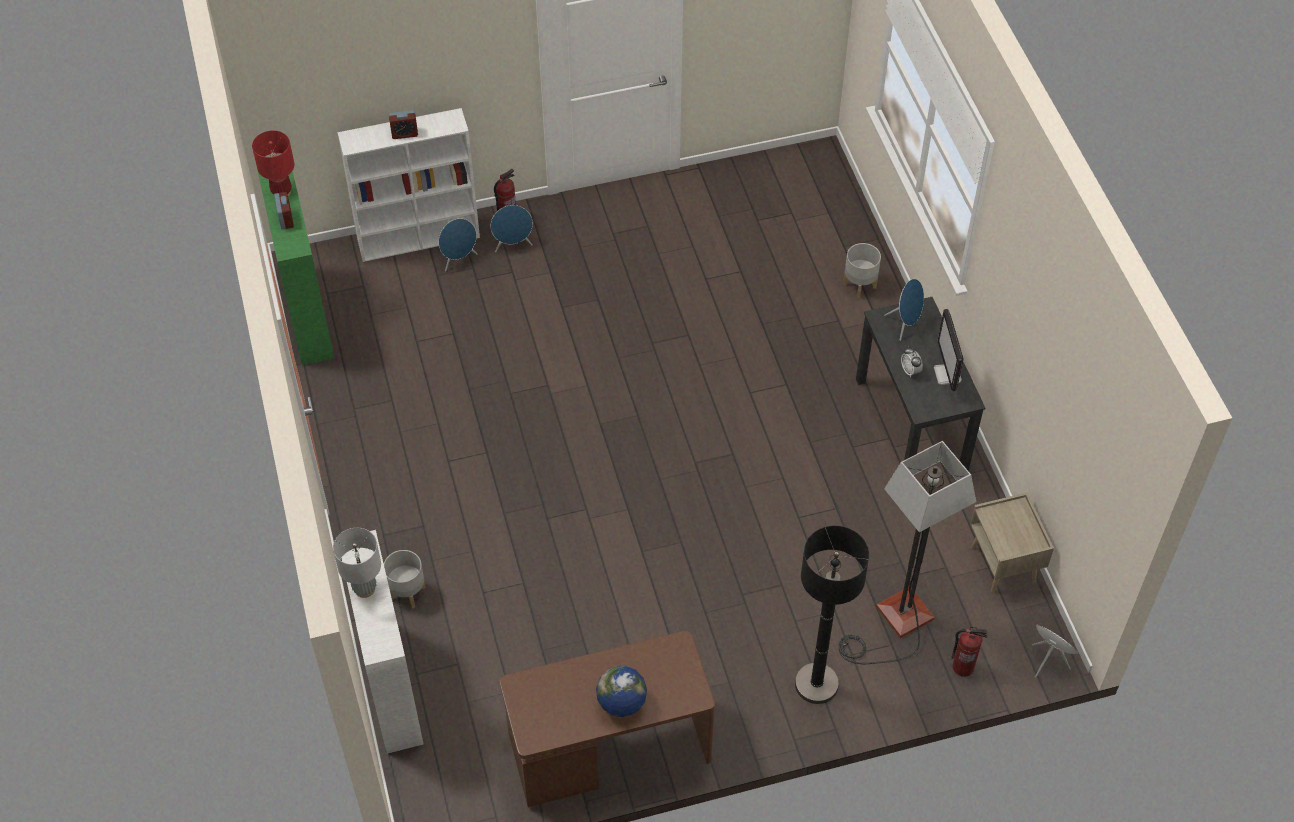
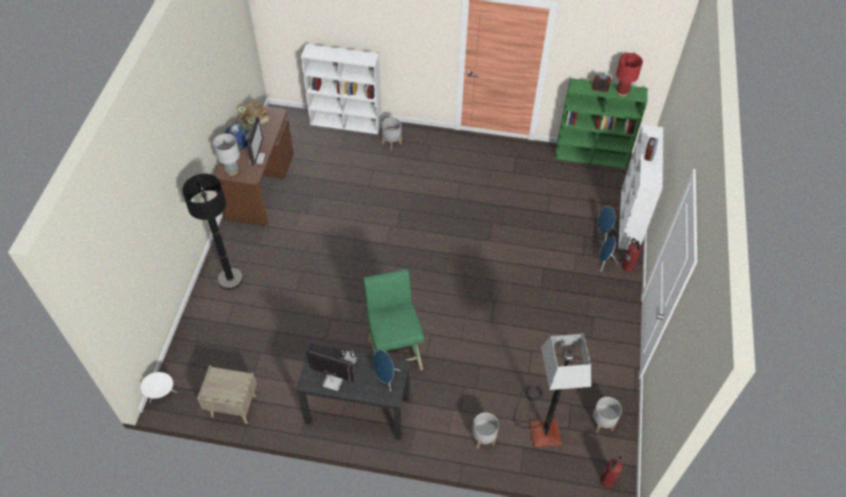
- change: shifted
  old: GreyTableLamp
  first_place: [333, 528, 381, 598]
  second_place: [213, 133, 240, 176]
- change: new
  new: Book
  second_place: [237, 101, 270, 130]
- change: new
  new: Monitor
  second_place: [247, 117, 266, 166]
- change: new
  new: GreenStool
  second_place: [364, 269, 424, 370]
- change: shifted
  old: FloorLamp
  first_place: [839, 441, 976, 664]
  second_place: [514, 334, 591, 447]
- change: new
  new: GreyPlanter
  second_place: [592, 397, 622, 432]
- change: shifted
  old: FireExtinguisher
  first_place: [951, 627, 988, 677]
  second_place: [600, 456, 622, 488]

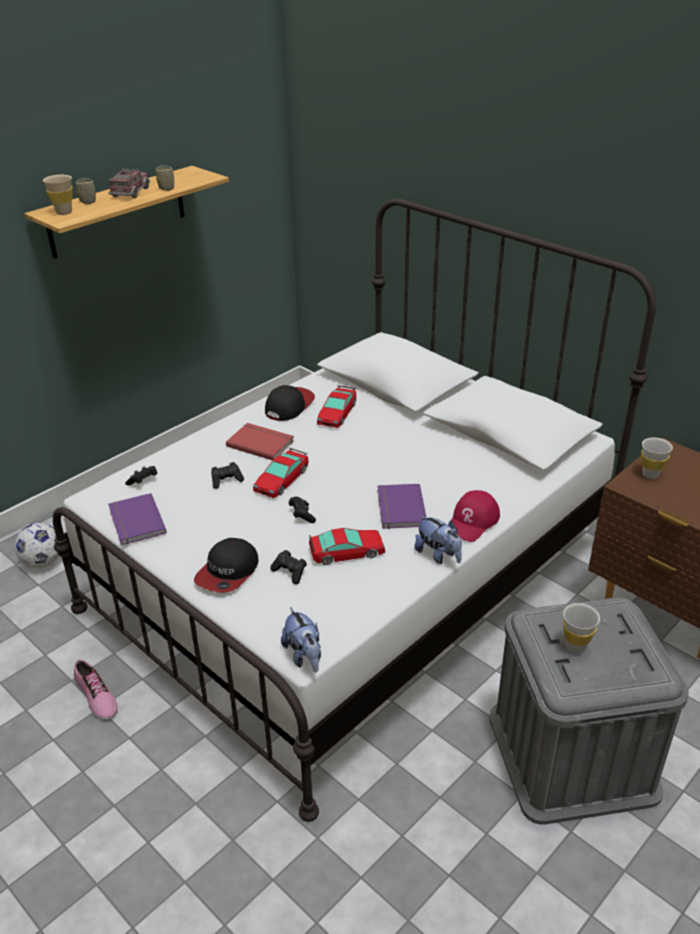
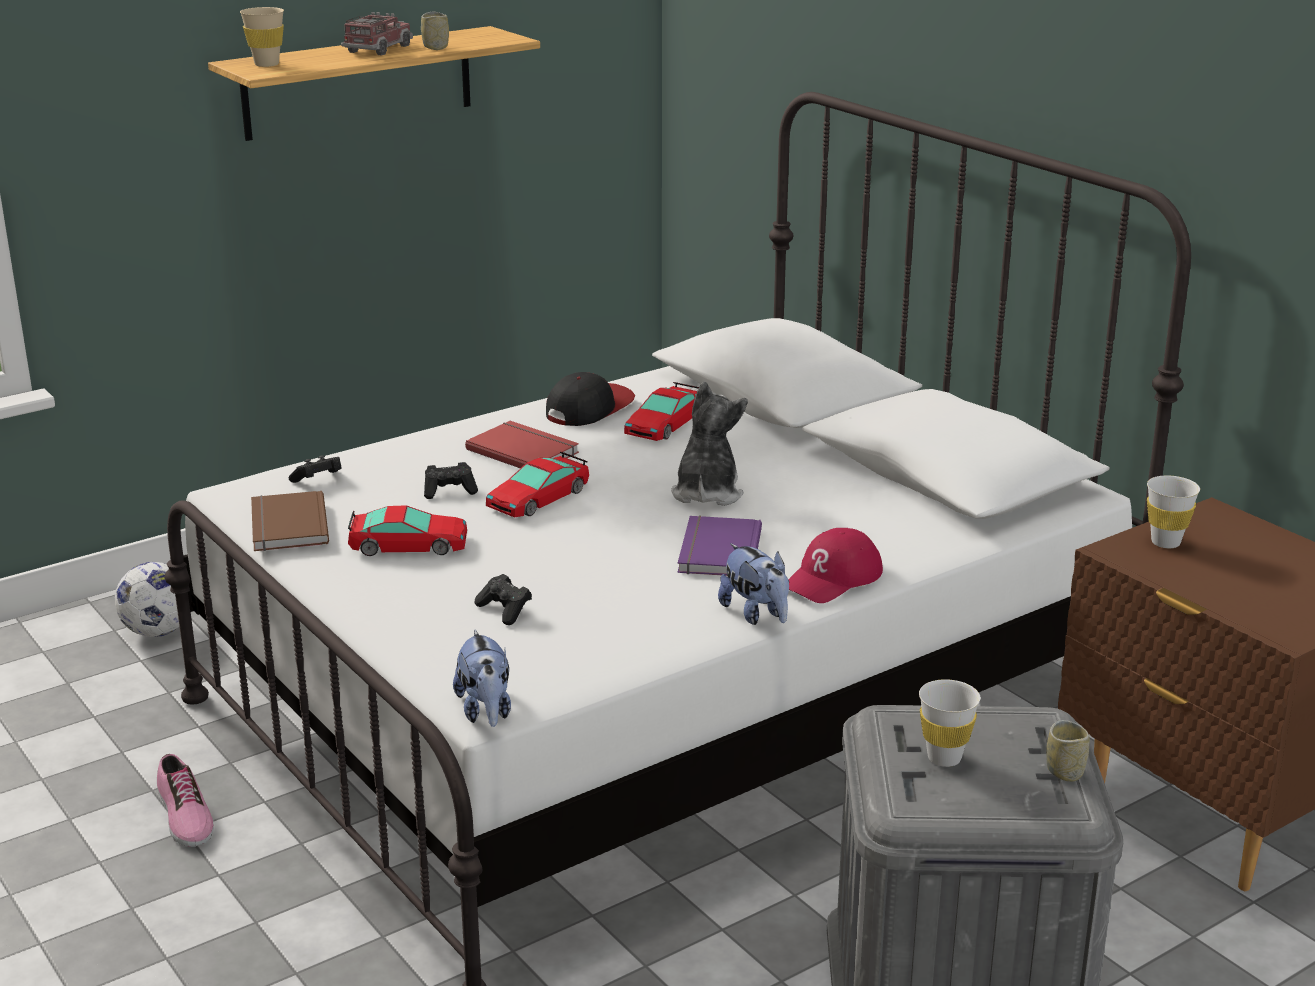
- change: repainted
  old: PurpleBook
  new: BrownBook
  first_place: [108, 493, 167, 546]
  second_place: [251, 491, 329, 551]
- change: shifted
  old: ToyCar
  first_place: [309, 528, 385, 565]
  second_place: [348, 505, 467, 556]
- change: new
  new: PlushToy
  second_place: [671, 381, 748, 506]
- change: shifted
  old: Cup
  first_place: [76, 178, 96, 204]
  second_place: [1046, 720, 1089, 782]
- change: gone
  old: Cap
  first_place: [194, 538, 259, 593]
- change: gone
  old: BlackGameController
  first_place: [289, 497, 316, 523]

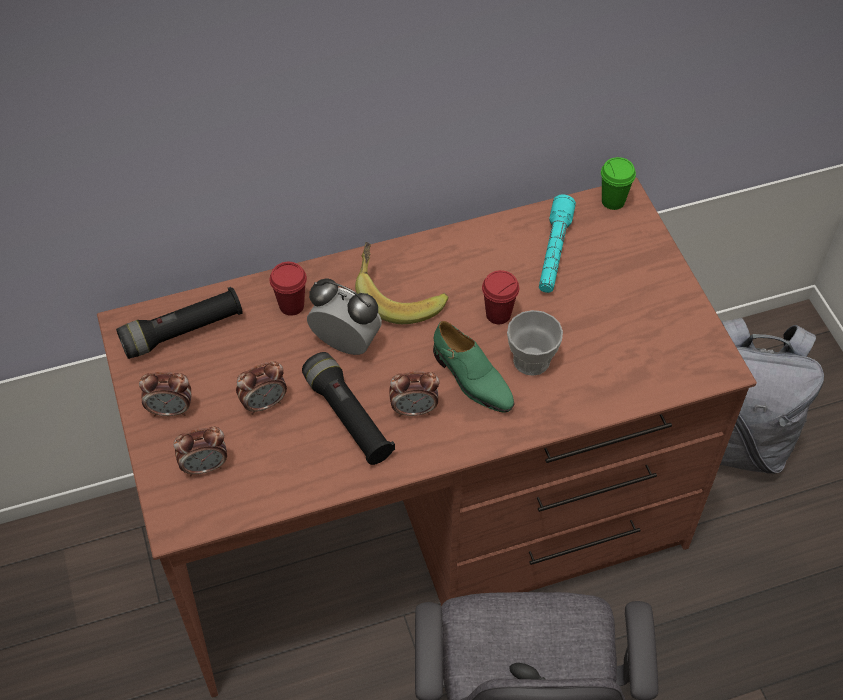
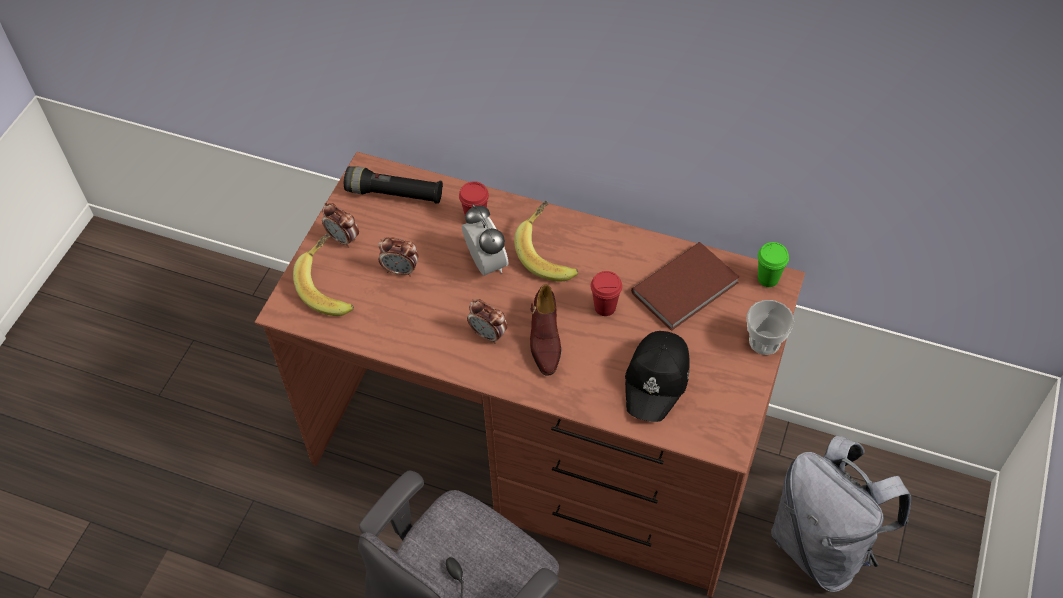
- change: swapped
  old: AlarmClock
  new: Banana
  first_place: [174, 427, 227, 477]
  second_place: [293, 233, 354, 316]
- change: repainted
  old: GreenShoe
  new: BrownShoe
  first_place: [433, 321, 515, 413]
  second_place: [530, 284, 561, 376]
- change: new
  new: BlackCap
  second_place: [625, 331, 690, 422]
- change: swapped
  old: TurquoiseFlashlight
  new: BrownBook
  first_place: [539, 195, 576, 293]
  second_place: [631, 242, 739, 331]
- change: shifted
  old: Cup
  first_place: [507, 310, 563, 376]
  second_place: [747, 300, 794, 355]
- change: gone
  old: BlackFlashlight
  first_place: [302, 352, 395, 465]

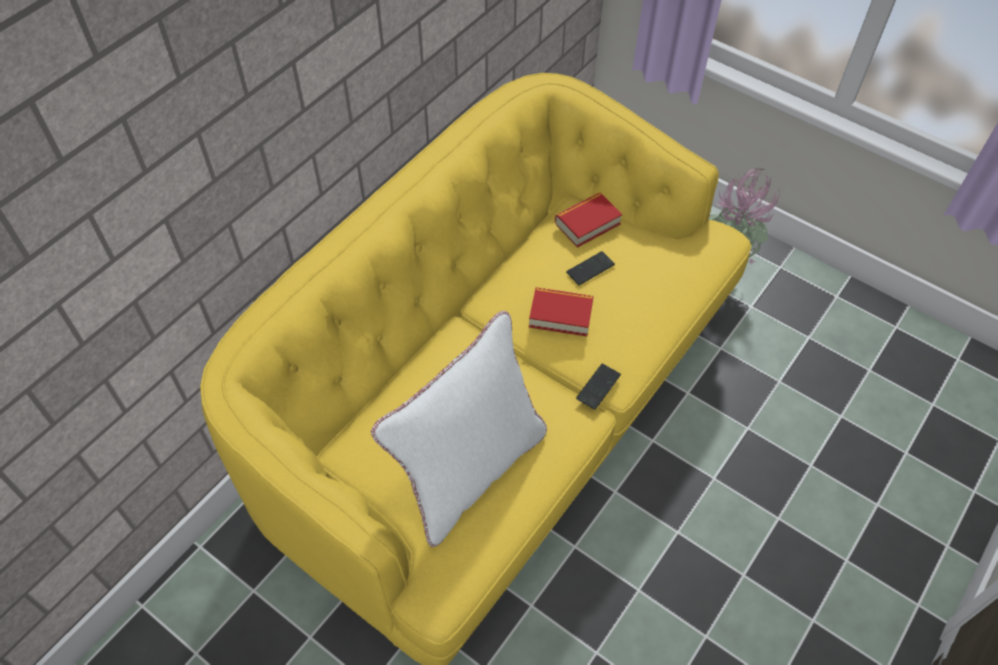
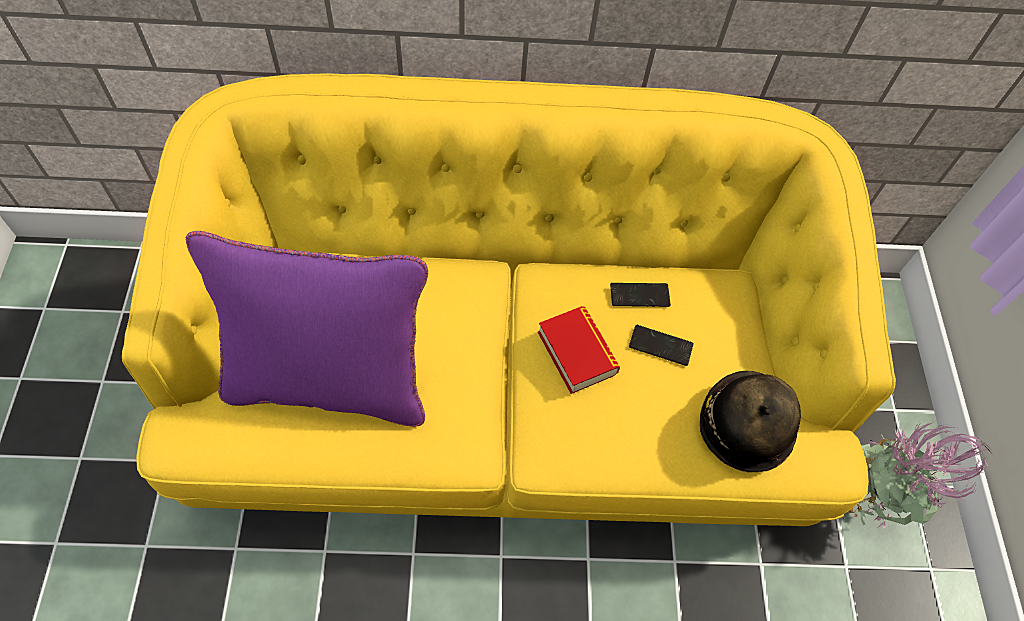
- change: repainted
  old: WhitePillow
  new: PurplePillow
  first_place: [371, 311, 547, 547]
  second_place: [186, 231, 428, 427]
- change: shifted
  old: Phone
  first_place: [576, 364, 621, 410]
  second_place: [610, 283, 671, 307]
- change: new
  new: Hat
  second_place: [700, 371, 801, 472]
- change: gone
  old: Book
  first_place: [555, 193, 622, 248]

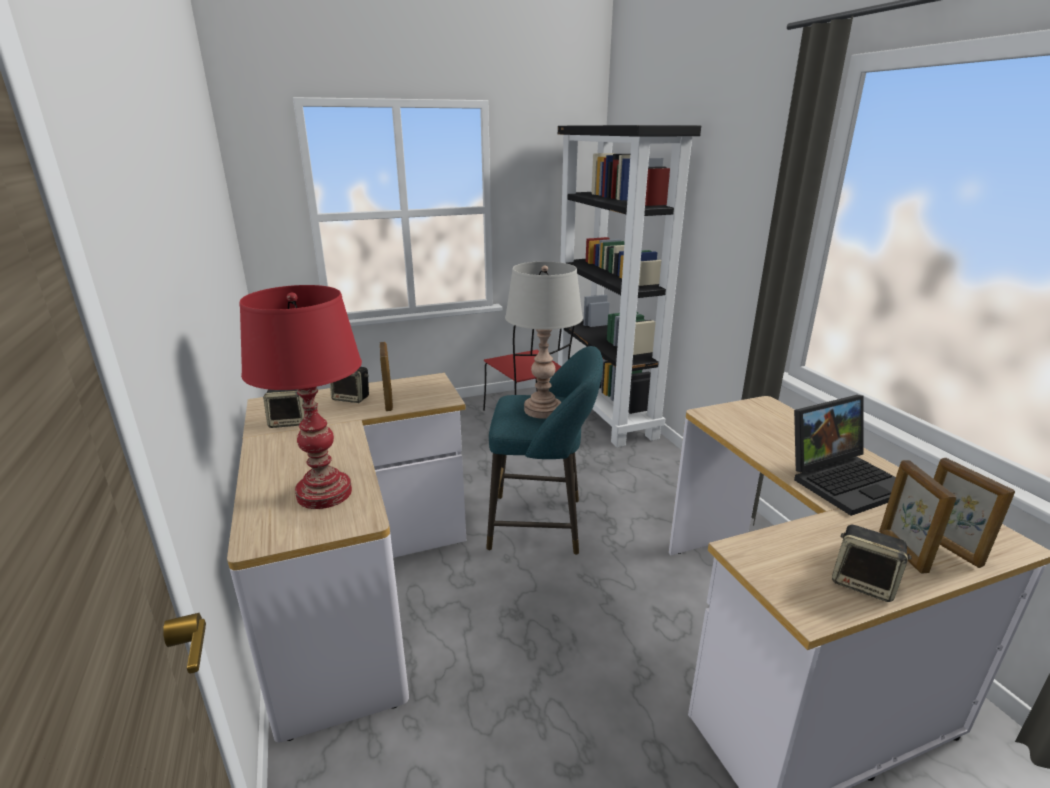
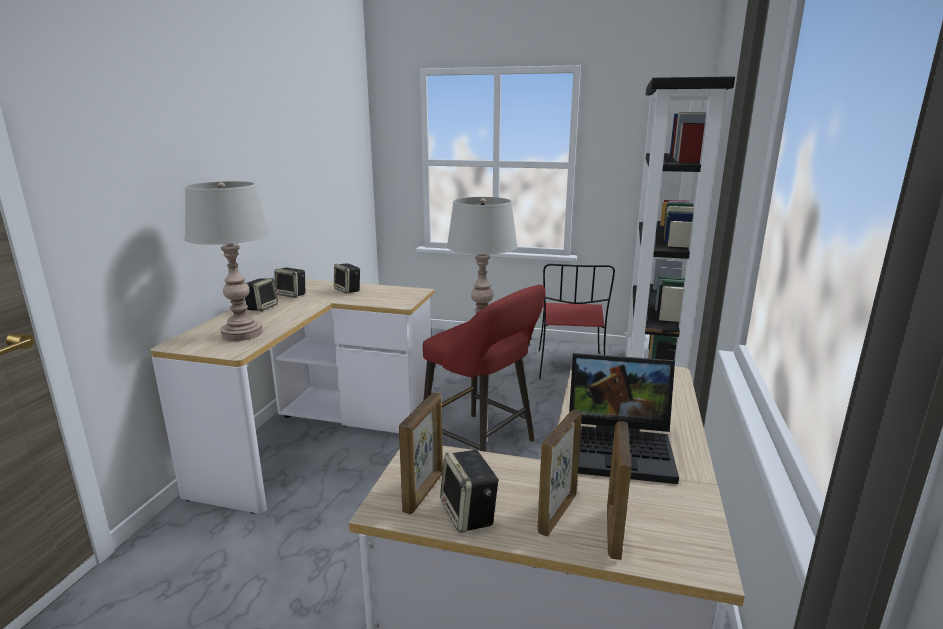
- change: repainted
  old: RedTableLamp
  new: GreyTableLamp
  first_place: [240, 285, 362, 509]
  second_place: [185, 181, 270, 341]
- change: new
  new: Speaker
  second_place: [245, 278, 278, 311]
- change: shifted
  old: PictureFrame
  first_place: [380, 342, 393, 411]
  second_place: [399, 392, 443, 514]
- change: repainted
  old: TurquoiseStool
  new: RedStool
  first_place: [486, 346, 603, 555]
  second_place: [423, 285, 546, 452]

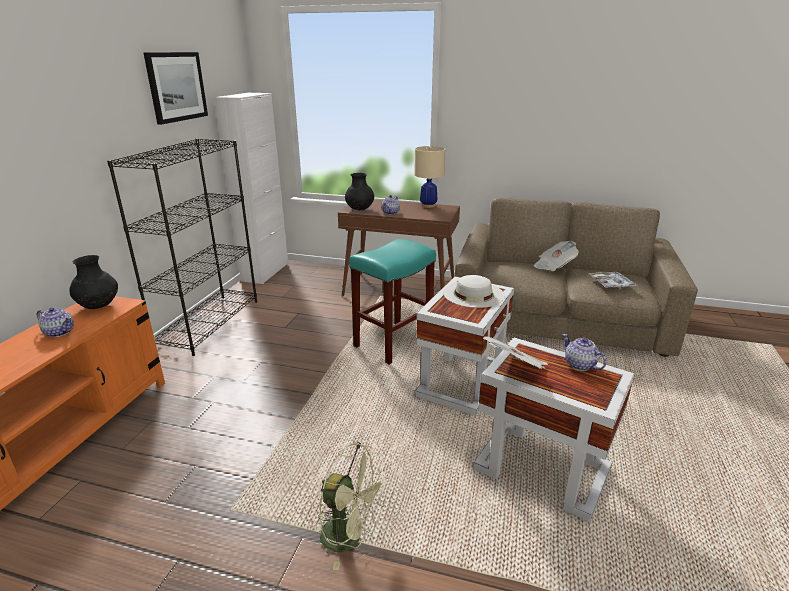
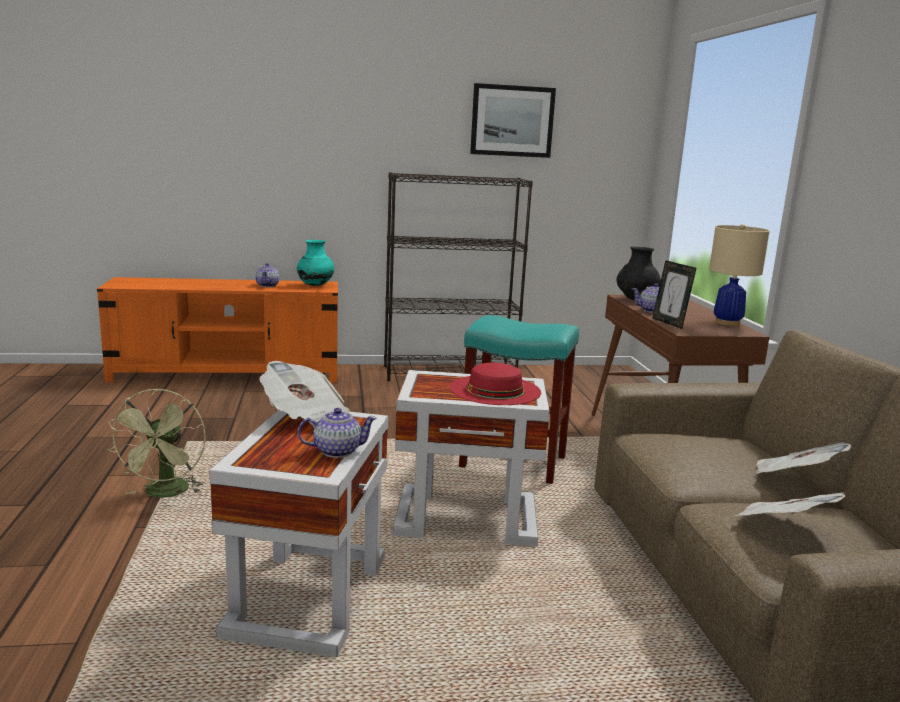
- change: repainted
  old: BlackVase
  new: TurquoiseVase
  first_place: [69, 255, 118, 309]
  second_place: [297, 240, 335, 286]
- change: rotated
  old: Teapot
  first_place: [562, 334, 607, 371]
  second_place: [298, 408, 377, 458]
  degrees: 45
- change: repainted
  old: WhiteHat
  new: RedHat
  first_place: [443, 275, 505, 308]
  second_place: [450, 363, 541, 405]
- change: new
  new: PictureFrame
  second_place: [652, 260, 697, 329]
- change: swapped
  old: Tray
  new: Newspaper
  first_place: [588, 272, 638, 288]
  second_place: [735, 492, 846, 516]
- change: gone
  old: WhiteCabinet
  first_place: [214, 93, 288, 284]

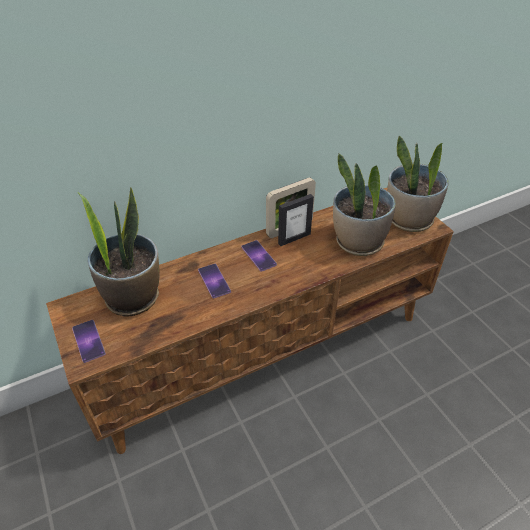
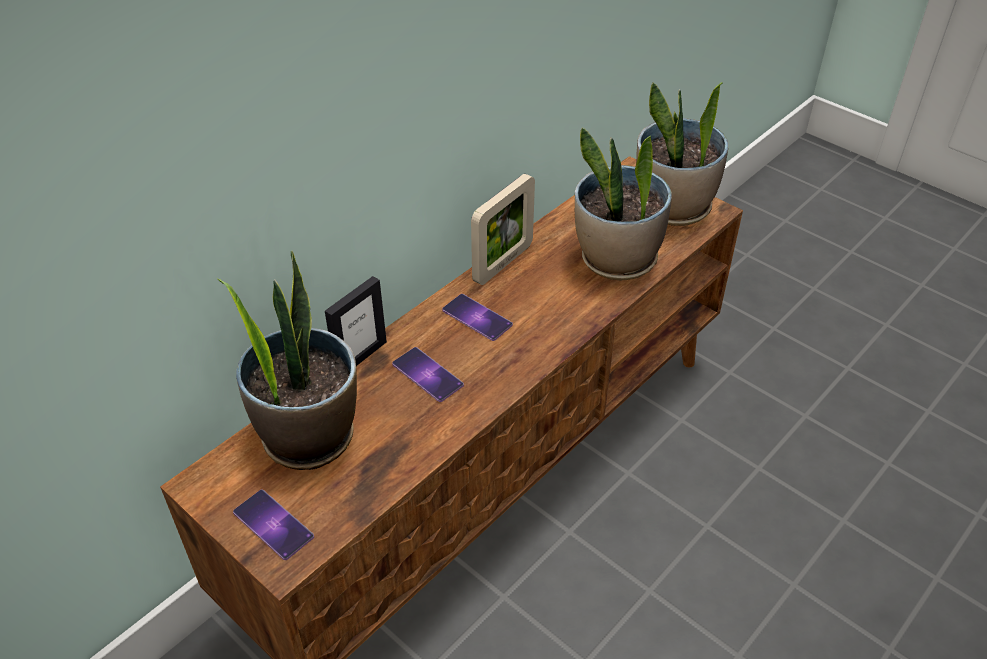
- change: shifted
  old: PictureFrame
  first_place: [278, 194, 314, 246]
  second_place: [325, 276, 387, 366]

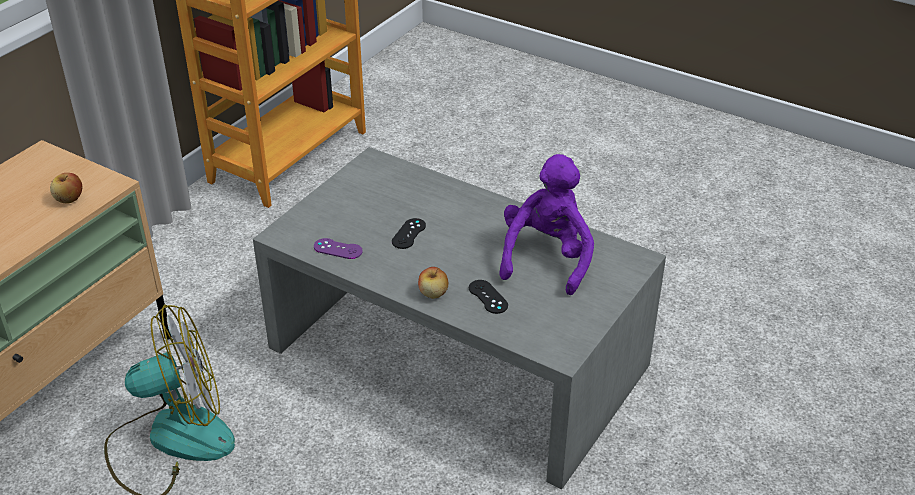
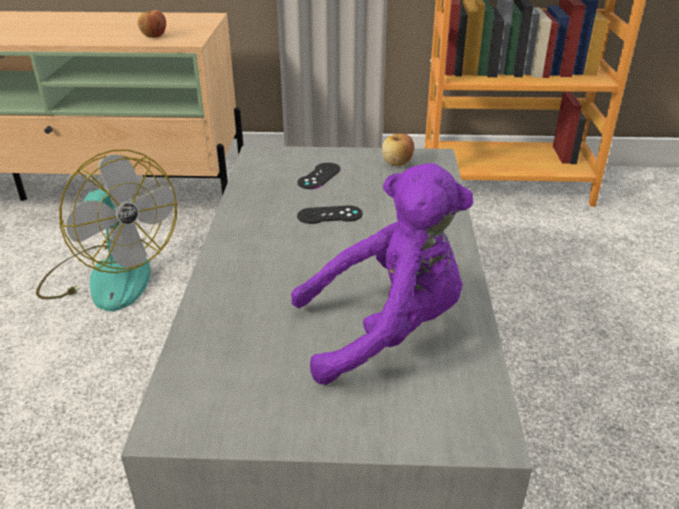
- change: shifted
  old: BlackGameController
  first_place: [469, 280, 508, 314]
  second_place: [298, 163, 341, 189]
- change: shifted
  old: Apple
  first_place: [418, 267, 448, 299]
  second_place: [382, 133, 414, 166]
- change: gone
  old: PurpleGameController
  first_place: [314, 238, 363, 259]

